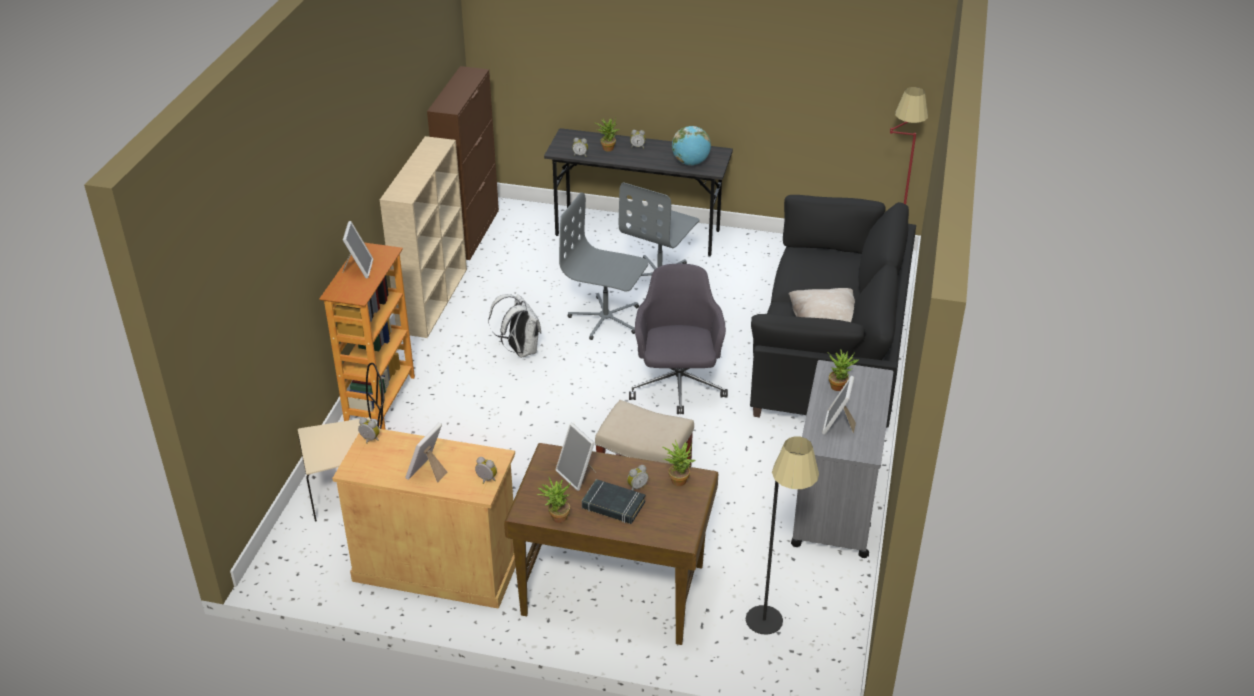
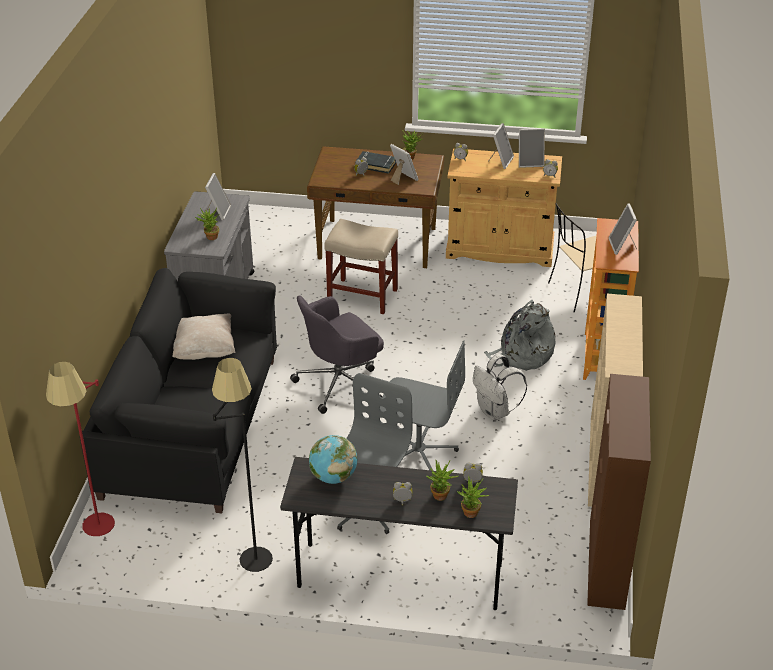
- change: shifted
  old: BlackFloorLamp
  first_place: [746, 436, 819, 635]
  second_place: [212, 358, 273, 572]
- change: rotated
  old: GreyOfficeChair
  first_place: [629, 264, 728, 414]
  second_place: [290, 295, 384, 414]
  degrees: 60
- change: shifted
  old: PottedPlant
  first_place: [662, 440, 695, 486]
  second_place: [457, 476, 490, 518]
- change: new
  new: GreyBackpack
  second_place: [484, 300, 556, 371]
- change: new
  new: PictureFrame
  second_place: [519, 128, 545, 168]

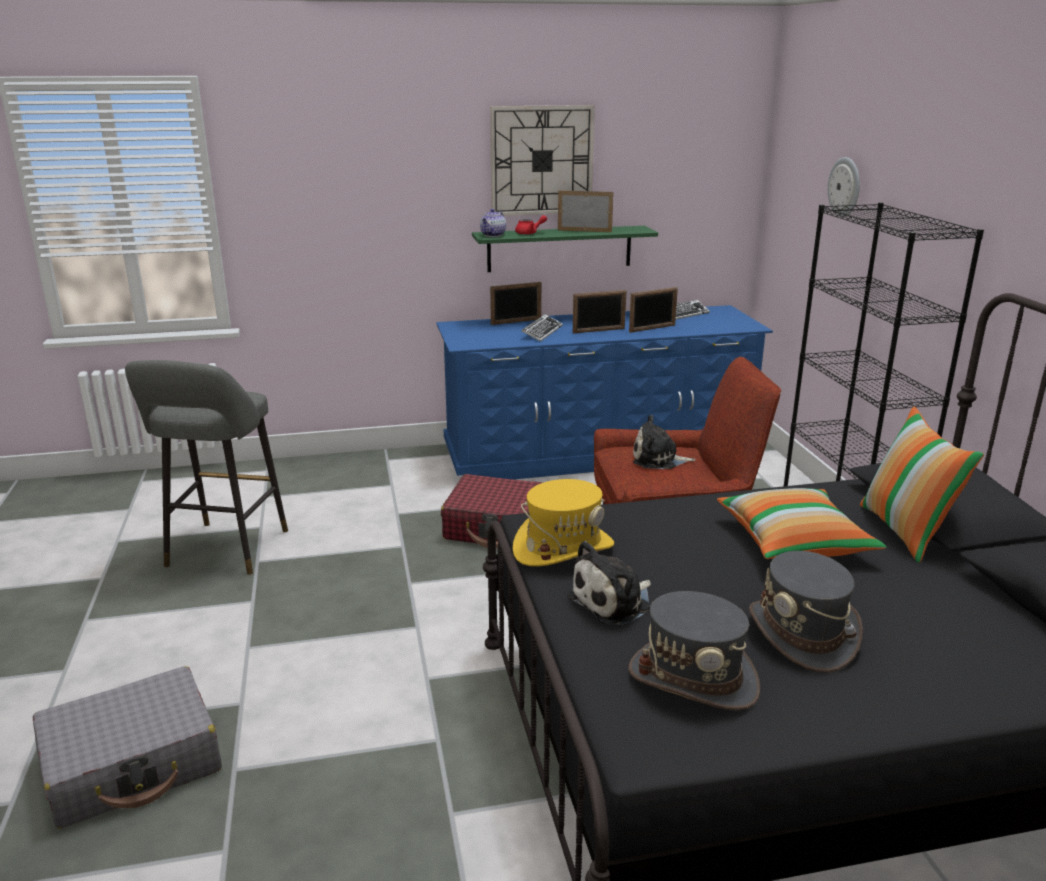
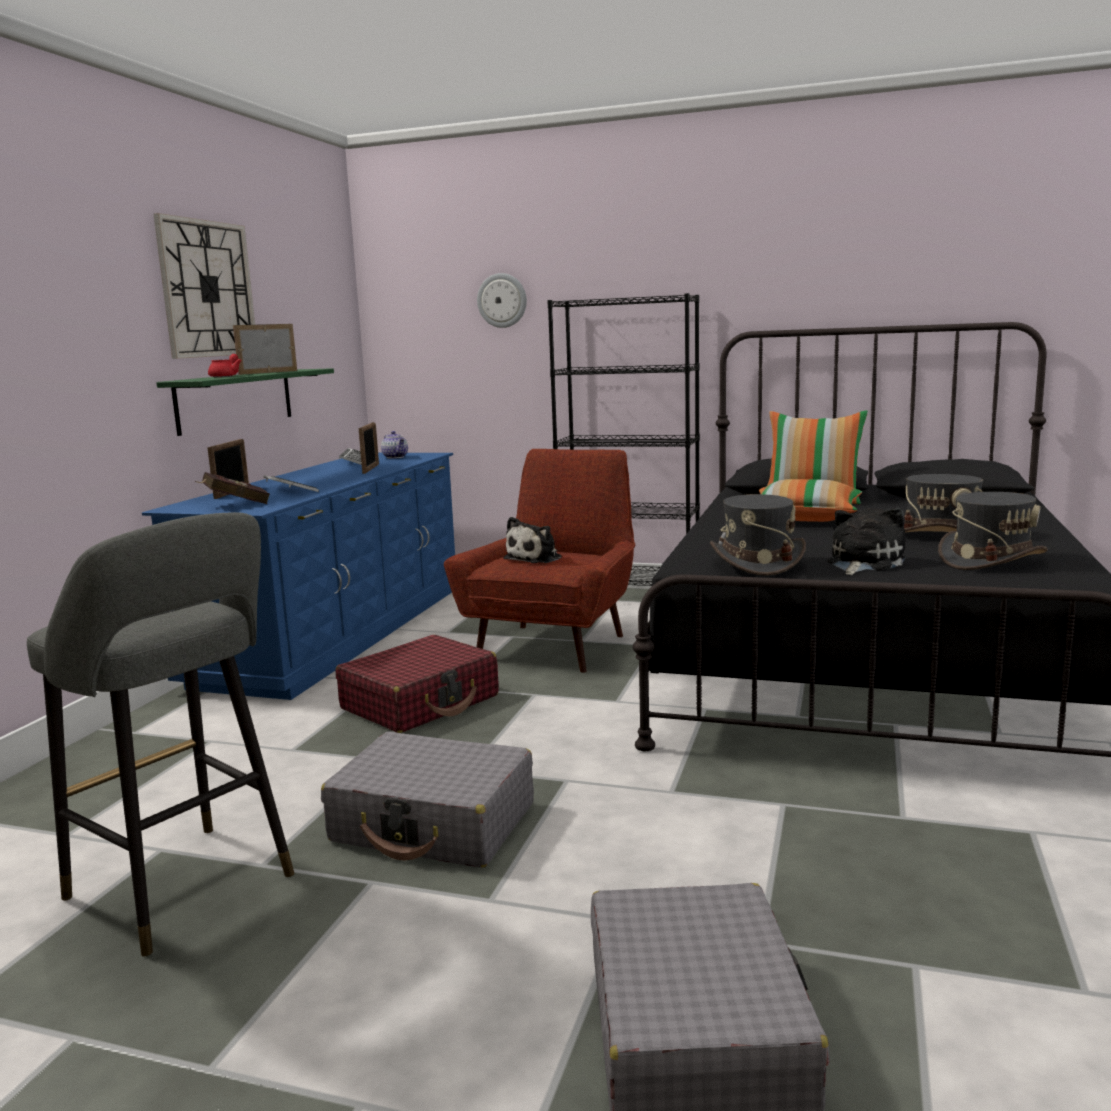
- change: new
  new: RedBook
  second_place: [194, 472, 270, 504]
- change: new
  new: GreySuitcase
  second_place: [321, 732, 534, 868]
- change: shifted
  old: Teapot
  first_place: [480, 209, 506, 237]
  second_place: [381, 431, 408, 459]
- change: repainted
  old: YellowHat
  new: GreyHat
  first_place: [513, 479, 614, 566]
  second_place: [710, 494, 806, 576]
- change: rotated
  old: PlushToy
  first_place: [567, 541, 651, 625]
  second_place: [827, 508, 906, 575]
  degrees: -135
- change: gone
  old: PictureFrame
  first_place: [573, 290, 627, 333]

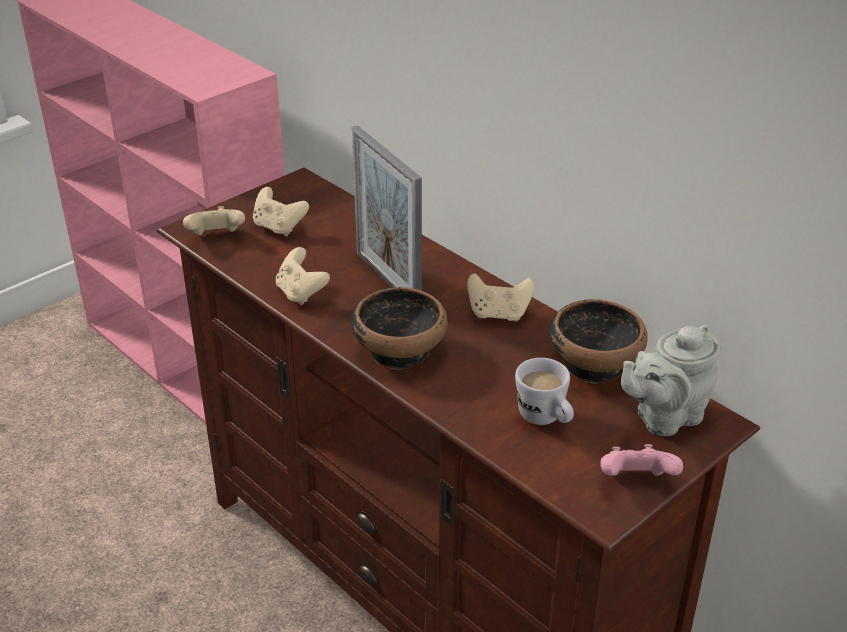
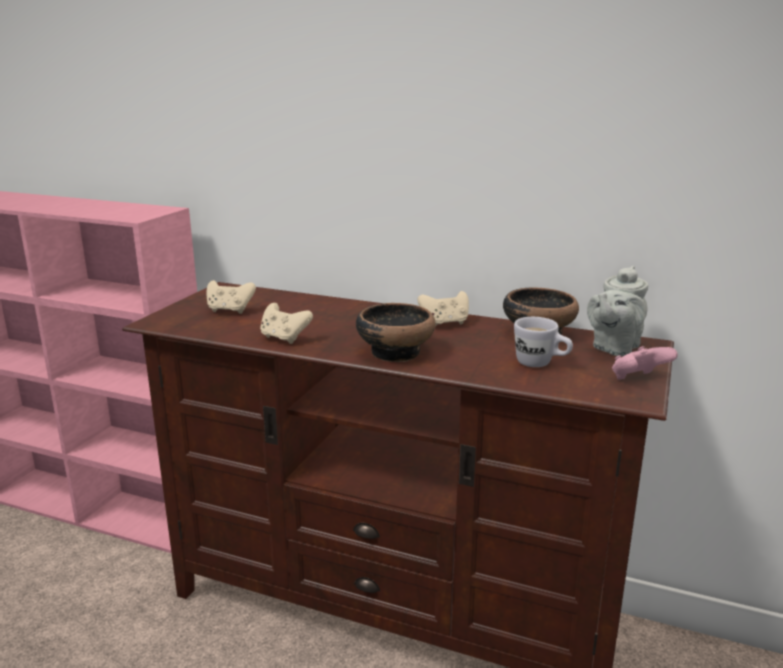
- change: gone
  old: BeigeGameController
  first_place: [183, 206, 245, 235]
- change: gone
  old: PictureFrame
  first_place: [352, 125, 422, 291]

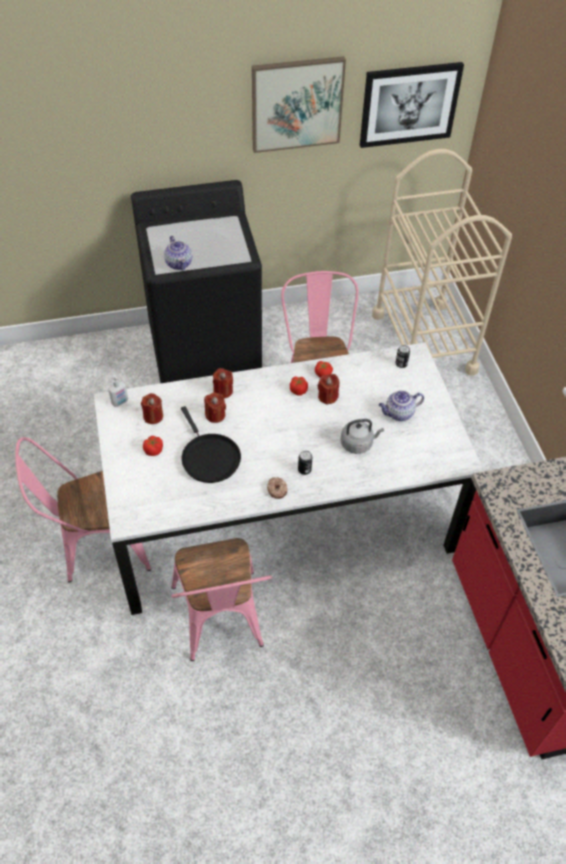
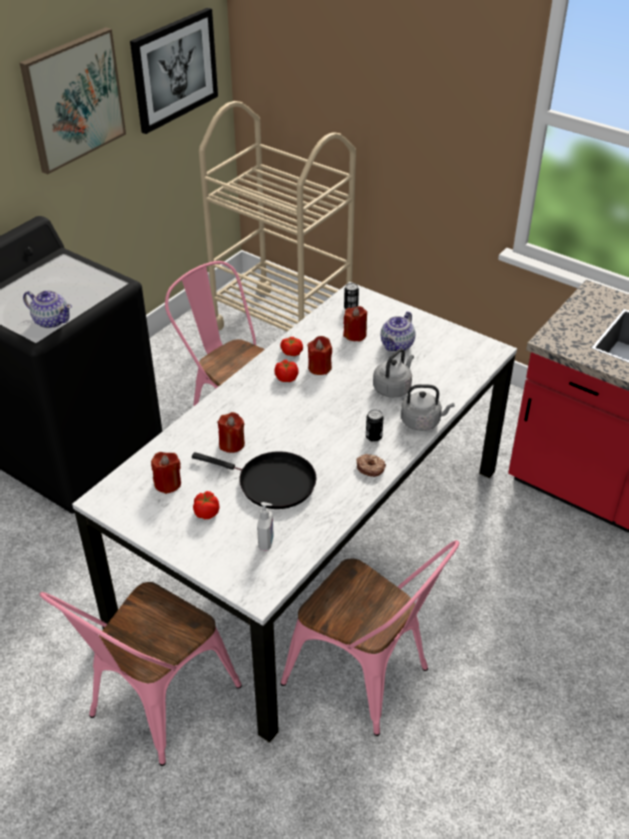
- change: shifted
  old: SoapDispenser
  first_place: [108, 375, 128, 407]
  second_place: [257, 502, 274, 551]
- change: shifted
  old: RedCandle
  first_place: [213, 368, 233, 398]
  second_place: [343, 306, 367, 342]
- change: new
  new: GreyKettle
  second_place: [401, 384, 455, 431]

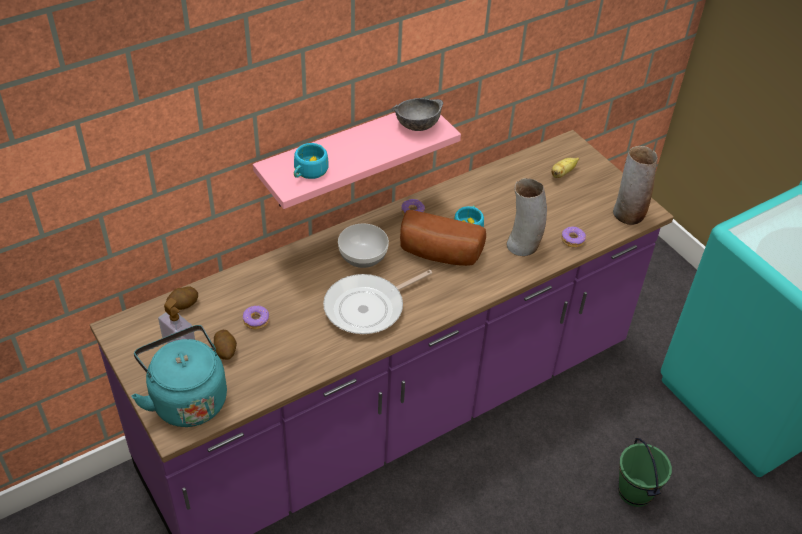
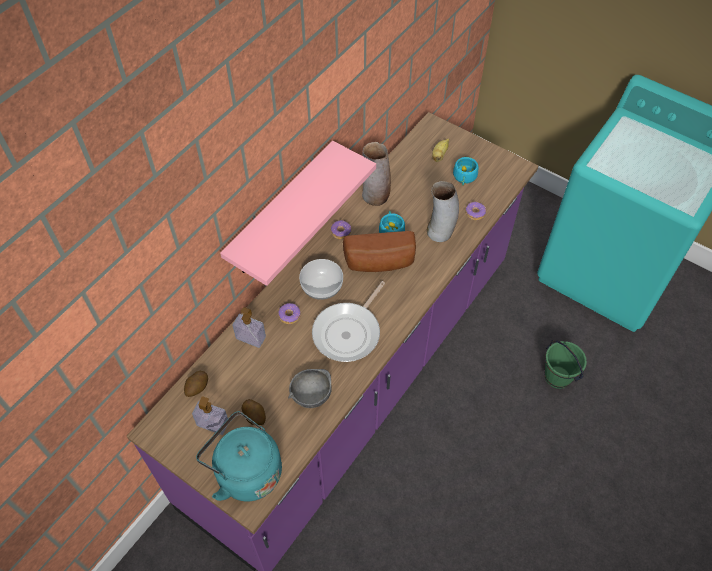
- change: new
  new: SoapDispenser
  second_place: [233, 307, 266, 348]
- change: shifted
  old: Donut
  first_place: [243, 306, 269, 329]
  second_place: [279, 303, 301, 324]
- change: shifted
  old: GreyBowl
  first_place: [392, 98, 443, 131]
  second_place: [288, 369, 332, 408]
- change: shifted
  old: Vase
  first_place: [613, 146, 658, 225]
  second_place: [362, 142, 391, 206]
- change: shifted
  old: TurquoiseCup
  first_place: [294, 143, 329, 179]
  second_place: [453, 157, 478, 185]

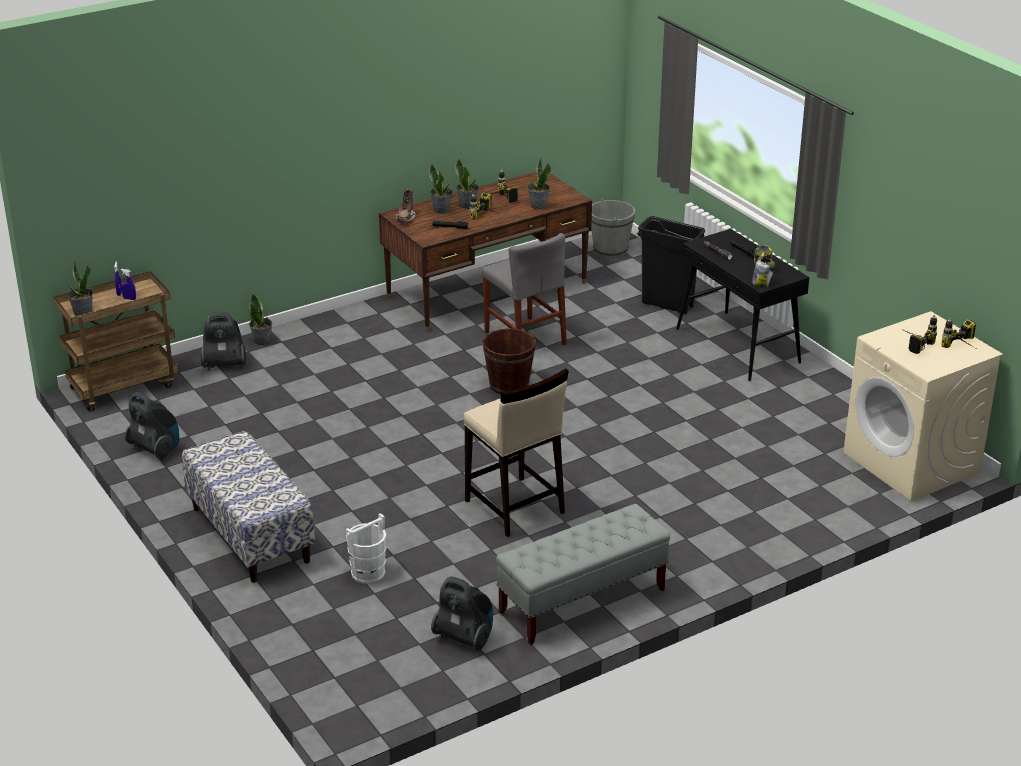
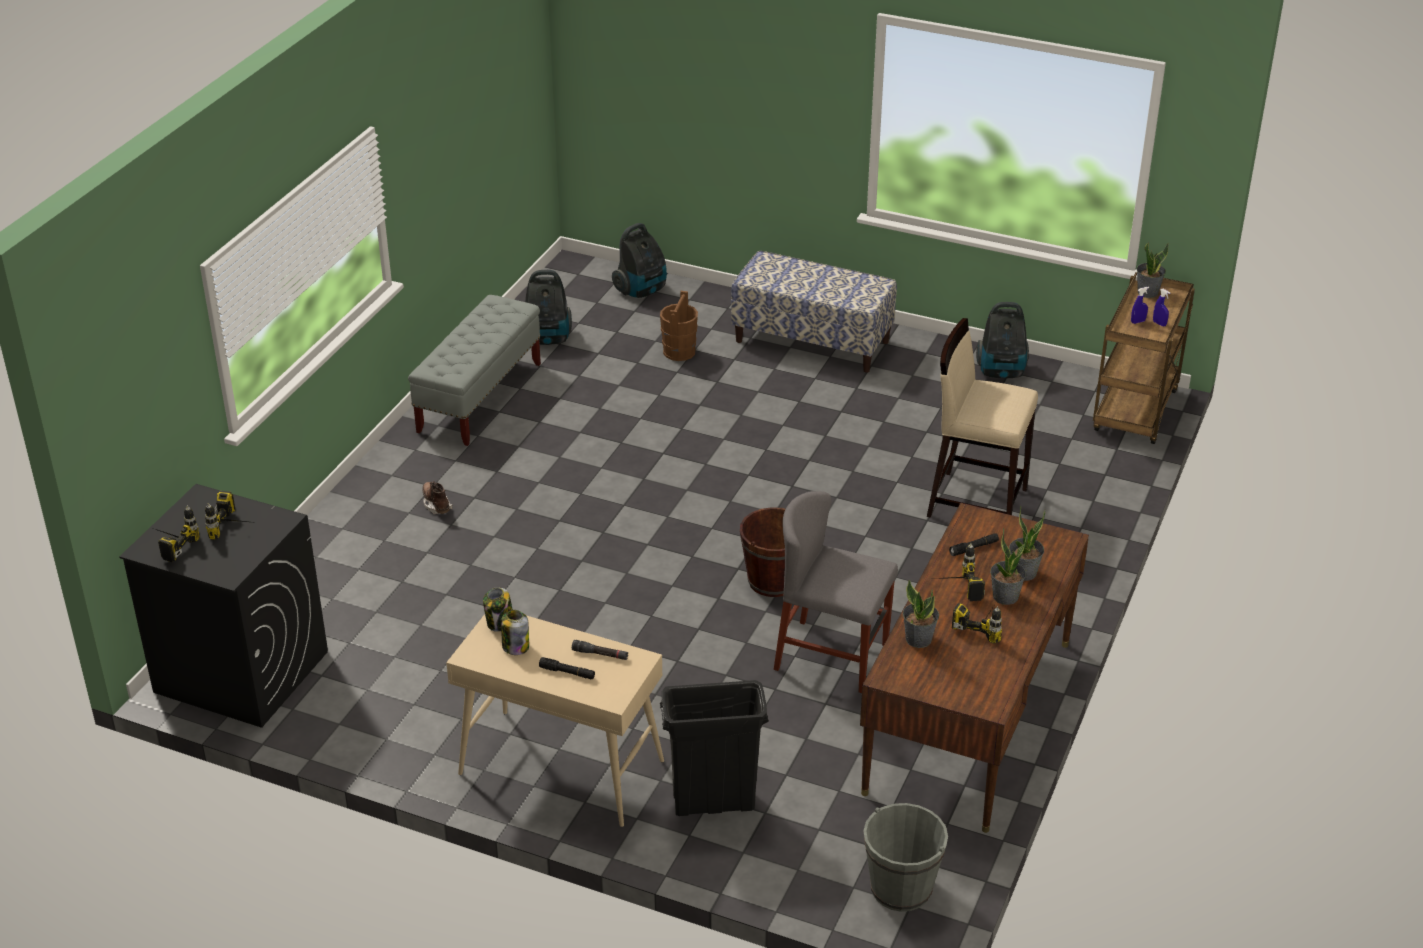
- change: repainted
  old: BeigeWashingMachine
  new: BlackWashingMachine
  first_place: [843, 311, 1003, 501]
  second_place: [119, 484, 328, 728]
- change: shifted
  old: BrownBoot
  first_place: [395, 188, 415, 222]
  second_place: [422, 481, 453, 514]
- change: repainted
  old: BlackConsoleTable
  new: BeigeConsoleTable
  first_place: [676, 229, 810, 381]
  second_place: [446, 614, 664, 827]
- change: shifted
  old: VacuumCleaner
  first_place: [201, 312, 246, 371]
  second_place: [612, 223, 667, 298]
- change: repainted
  old: WhiteBucket
  new: BrownBucket
  first_place: [346, 513, 386, 584]
  second_place: [660, 291, 698, 361]
- change: shifted
  old: BeigeStool
  first_place: [463, 368, 569, 537]
  second_place: [927, 318, 1038, 518]
- change: gone
  old: PottedPlant
  first_place: [249, 294, 272, 346]

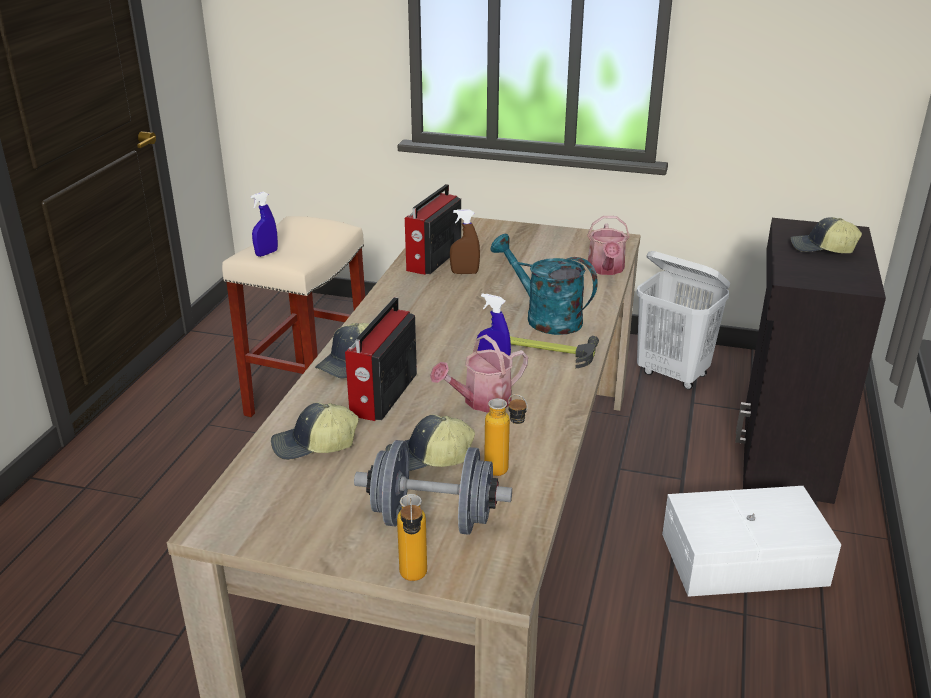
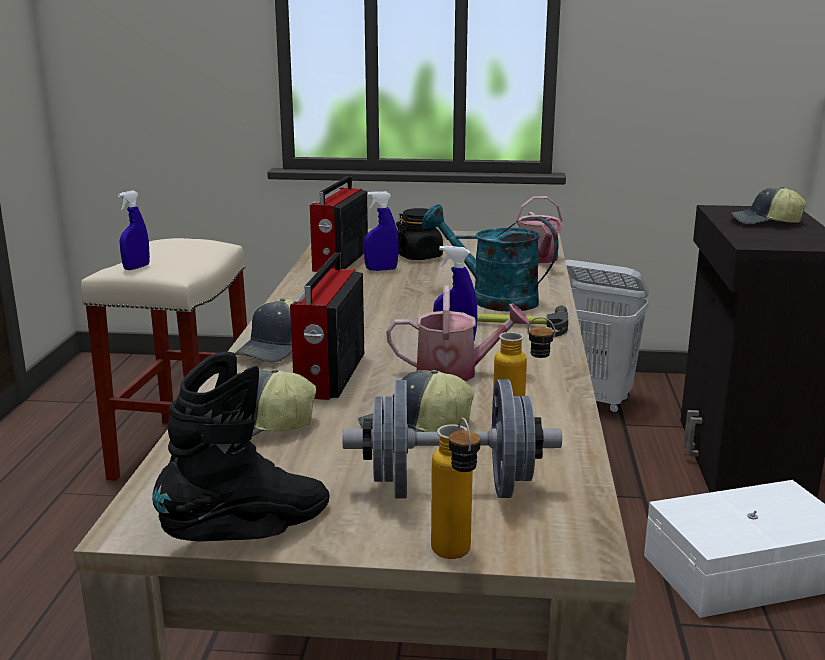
- change: new
  new: BlackBoot
  second_place: [152, 352, 330, 541]
- change: repainted
  old: BrownSprayBottle
  new: BlueSprayBottle
  first_place: [450, 209, 480, 274]
  second_place: [364, 191, 399, 271]
- change: rotated
  old: WateringCan
  first_place: [430, 335, 528, 413]
  second_place: [386, 286, 530, 381]
  degrees: -135
- change: new
  new: BlackJar
  second_place: [396, 208, 443, 260]

